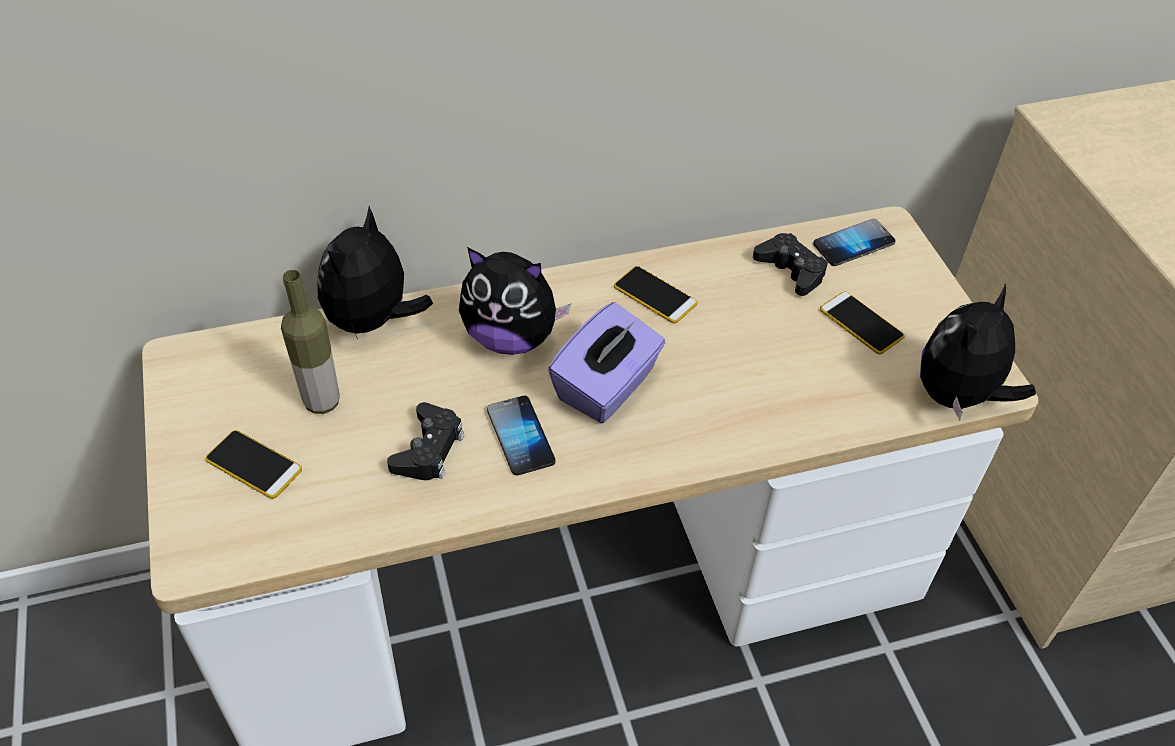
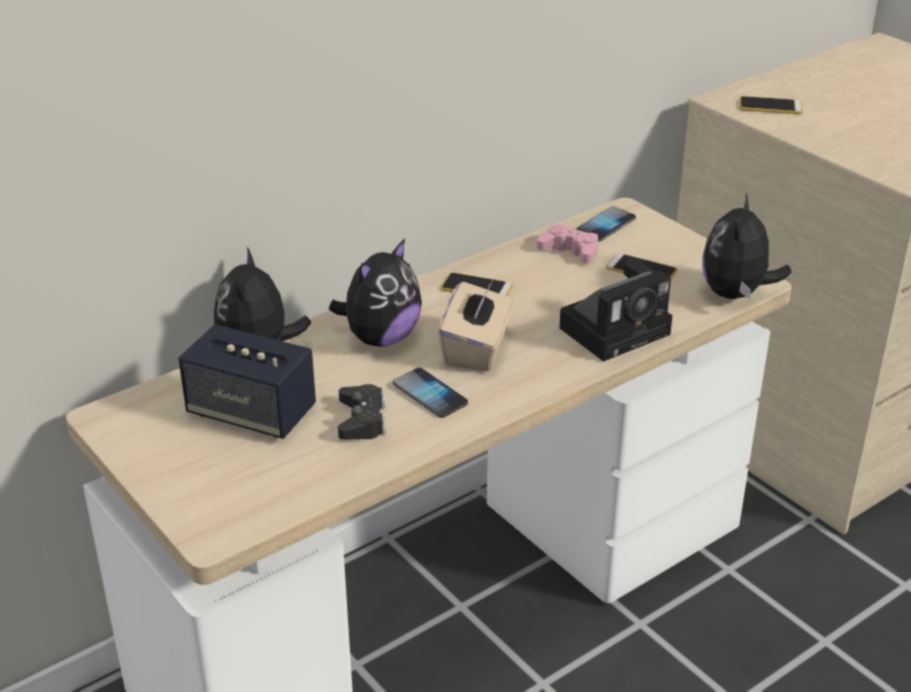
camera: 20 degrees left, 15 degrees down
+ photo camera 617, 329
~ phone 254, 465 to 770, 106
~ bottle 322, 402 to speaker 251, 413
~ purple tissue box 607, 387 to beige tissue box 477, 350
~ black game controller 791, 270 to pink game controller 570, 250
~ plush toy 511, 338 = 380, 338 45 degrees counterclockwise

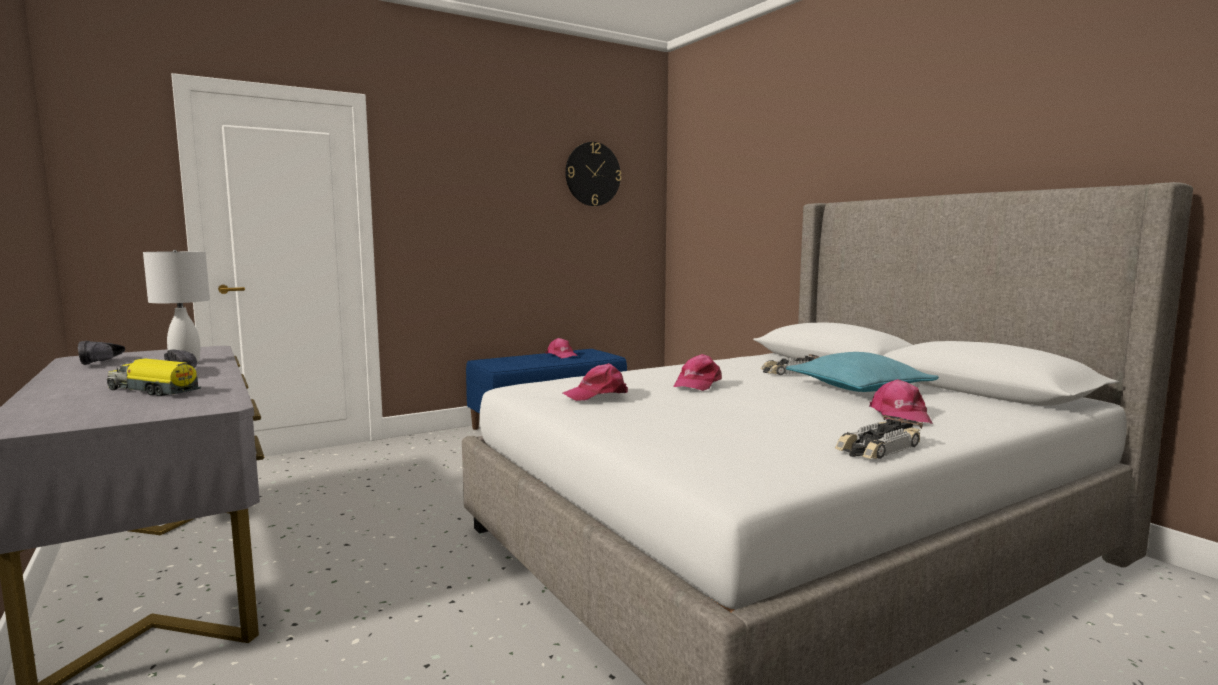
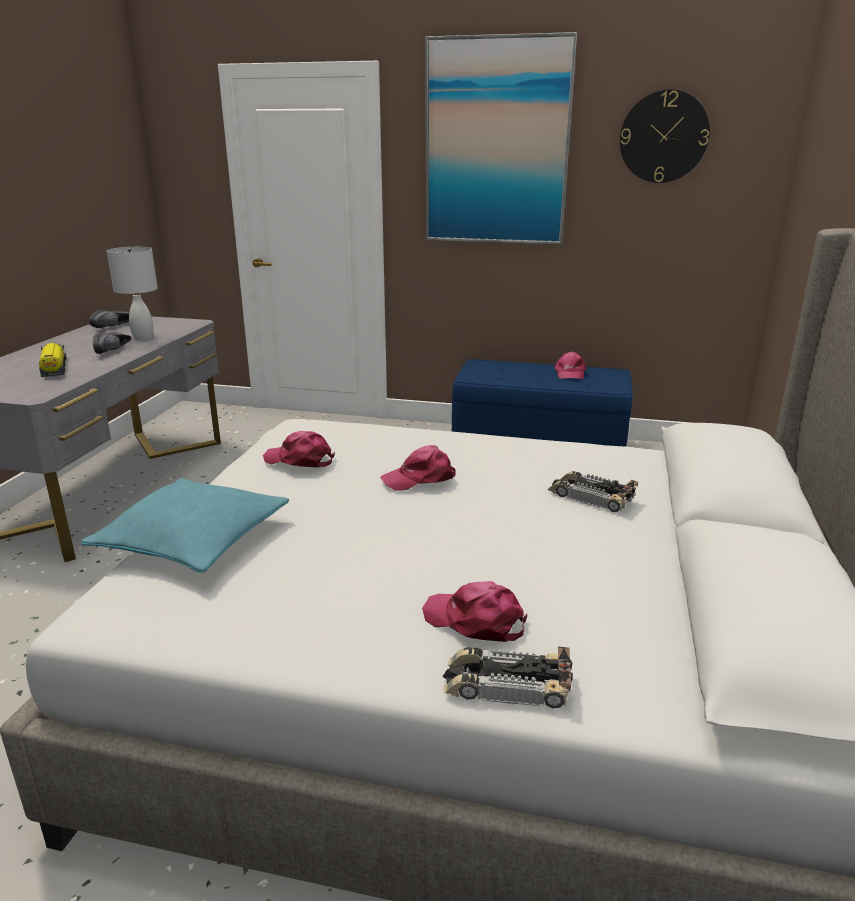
camera: 45 degrees right, 15 degrees up
+ picture 496, 143
~ turquoise pillow 858, 388 to 193, 540
~ toy car 877, 448 to 506, 684
~ pink cap 900, 415 = 475, 620 75 degrees clockwise

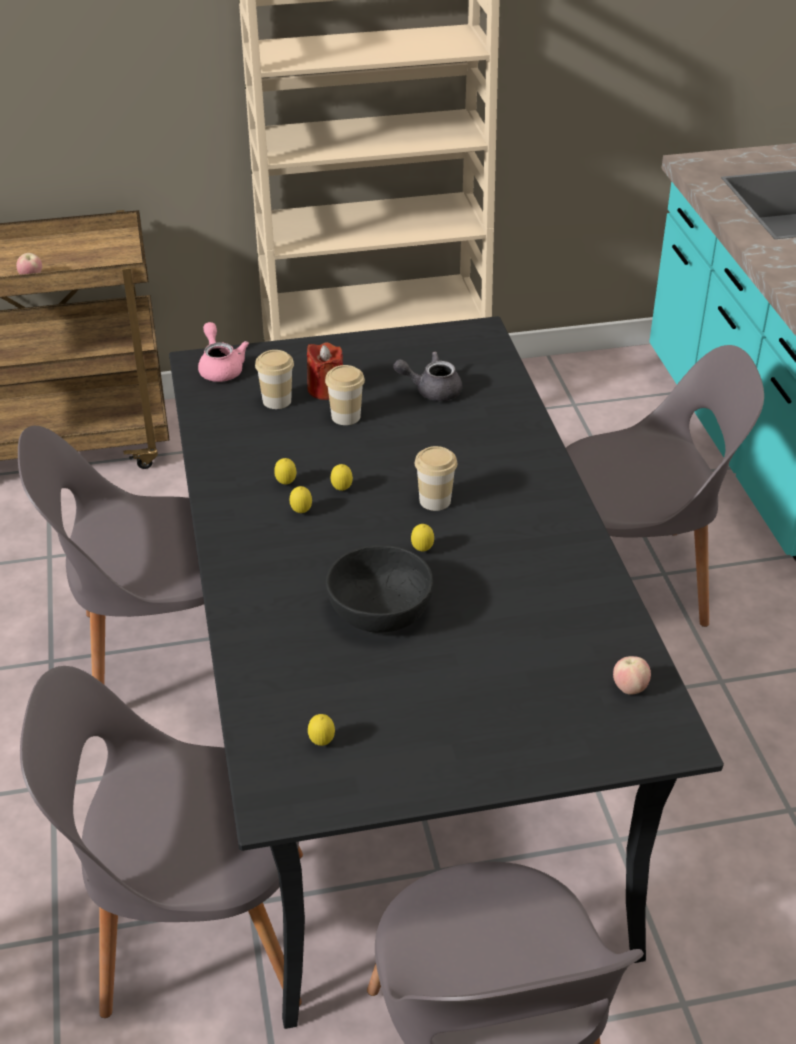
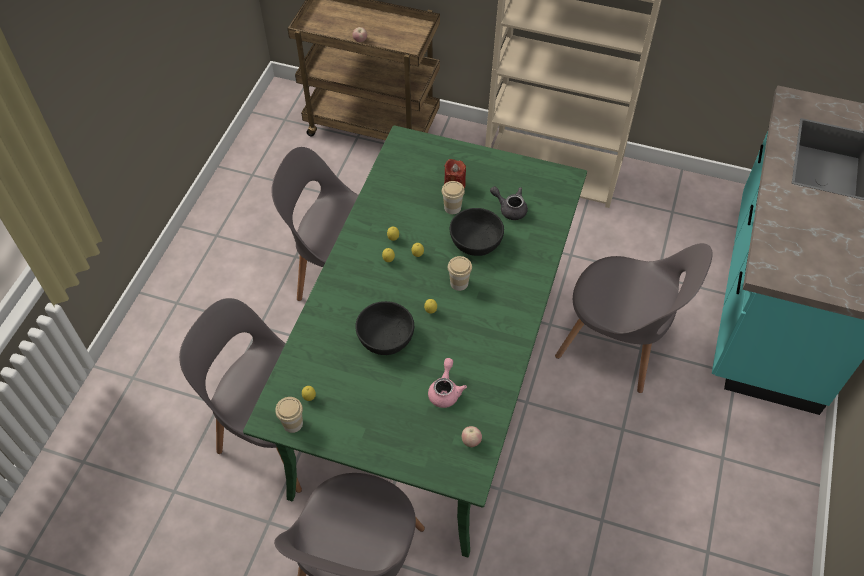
camera: 30 degrees right, 15 degrees up
+ black bowl 475, 241
~ pink teapot 220, 368 to 445, 391
~ cup 277, 400 to 293, 423
~ black dining table 395, 733 to green dining table 431, 375

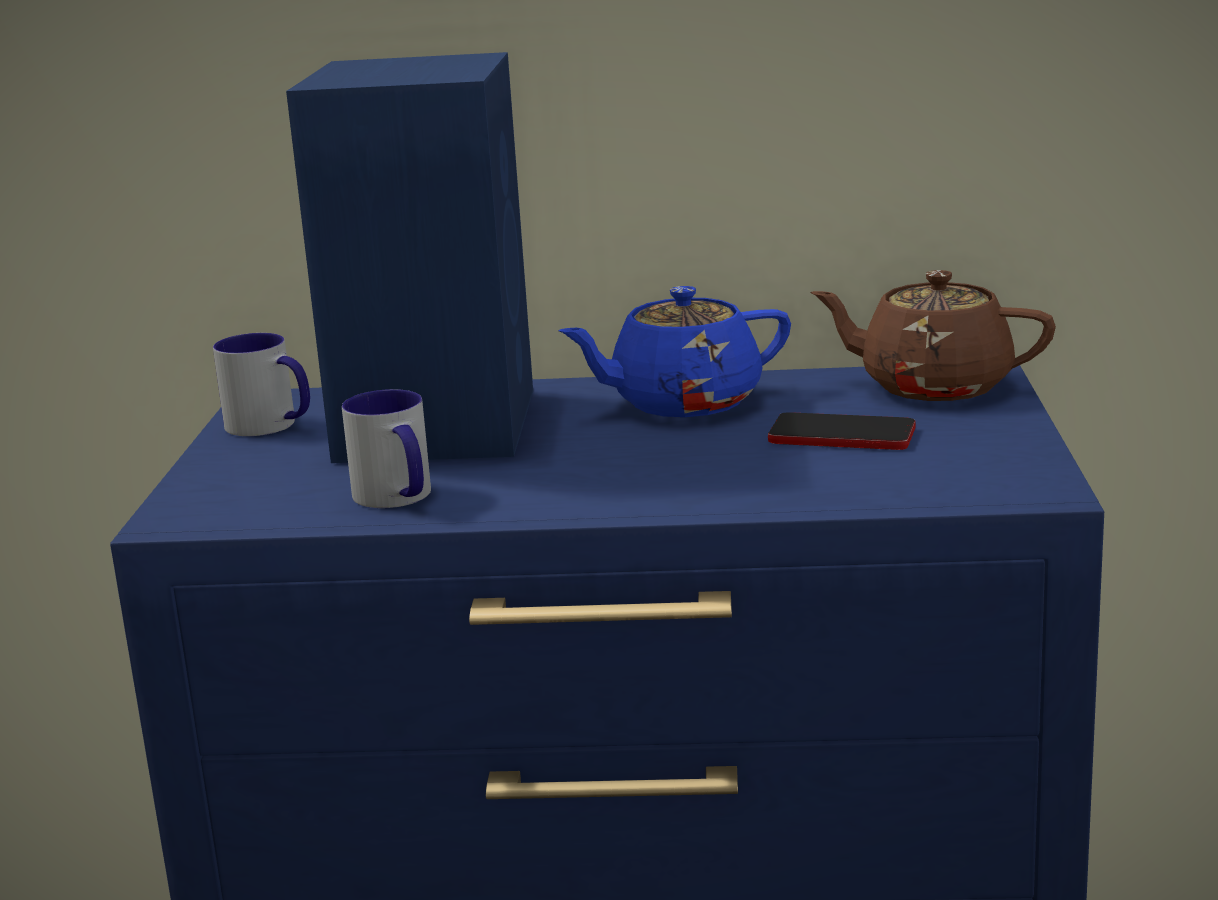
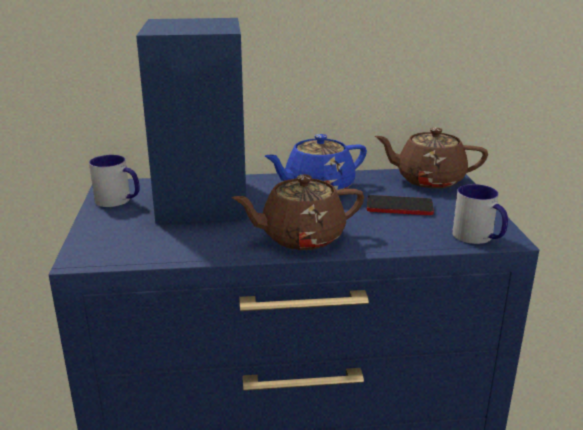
camera: 10 degrees left, 5 degrees up
+ brown teapot 301, 237
~ mug 398, 498 to 478, 238

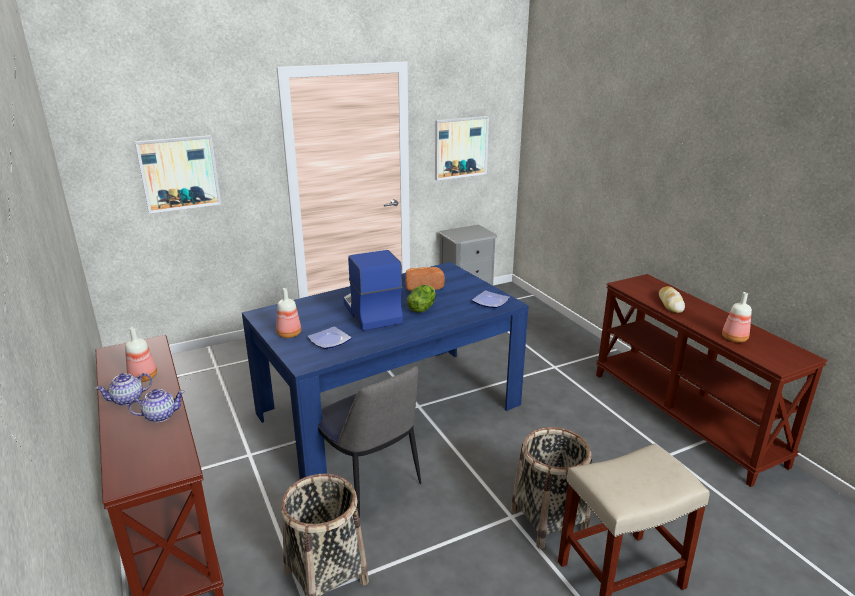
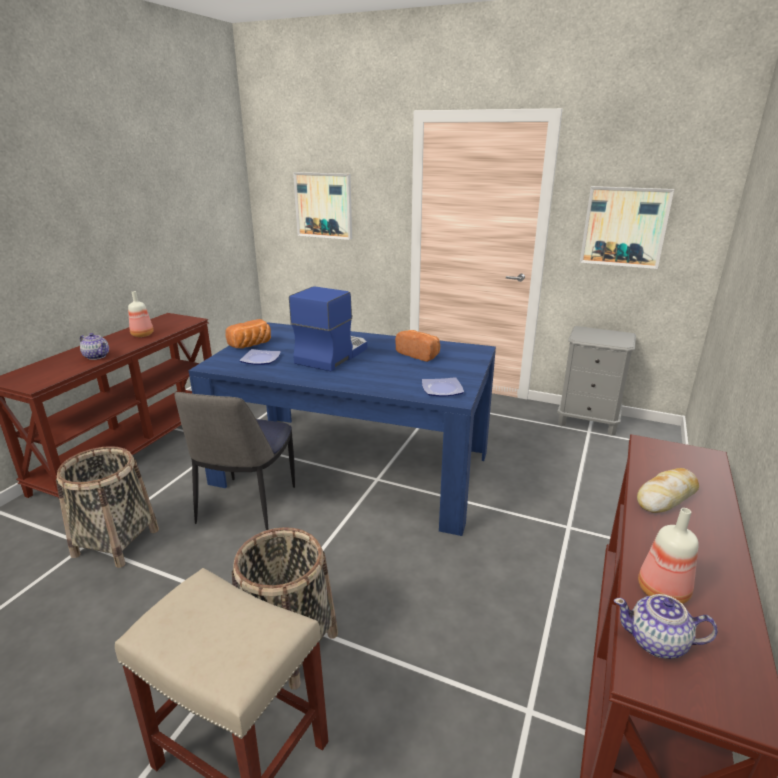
camera: 50 degrees right, 0 degrees up
- lettuce 421, 308
~ teapot 128, 399 to 658, 642
~ bottle 288, 334 to bread 251, 345

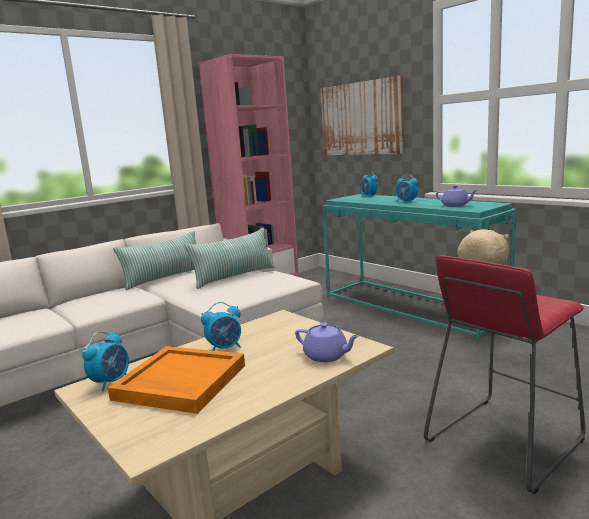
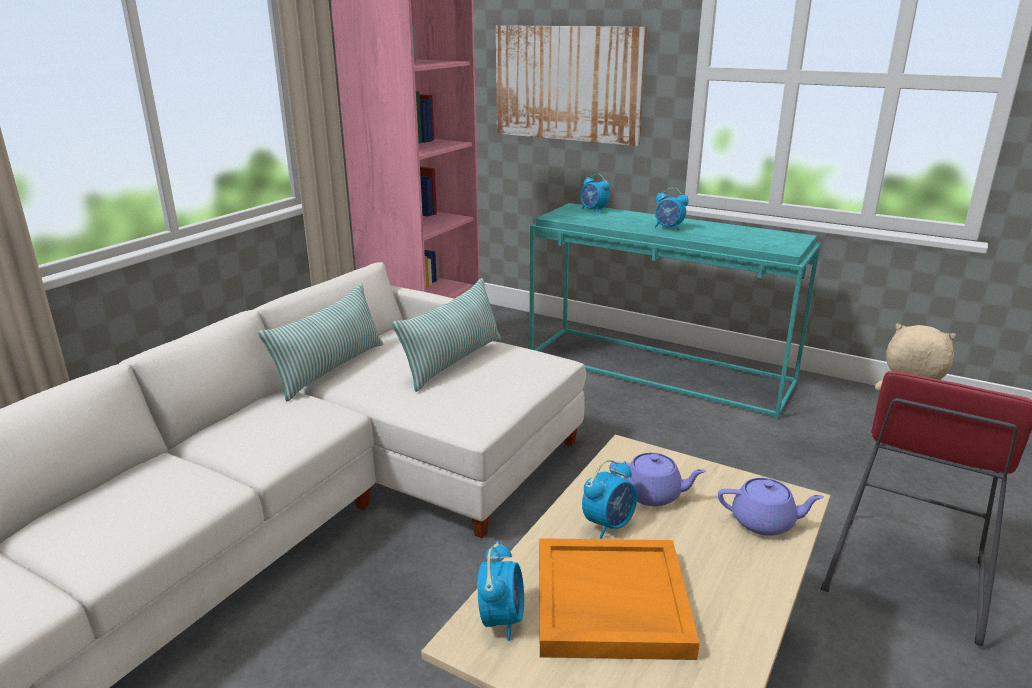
camera: 20 degrees left, 10 degrees up
~ purple teapot 456, 205 to 653, 495

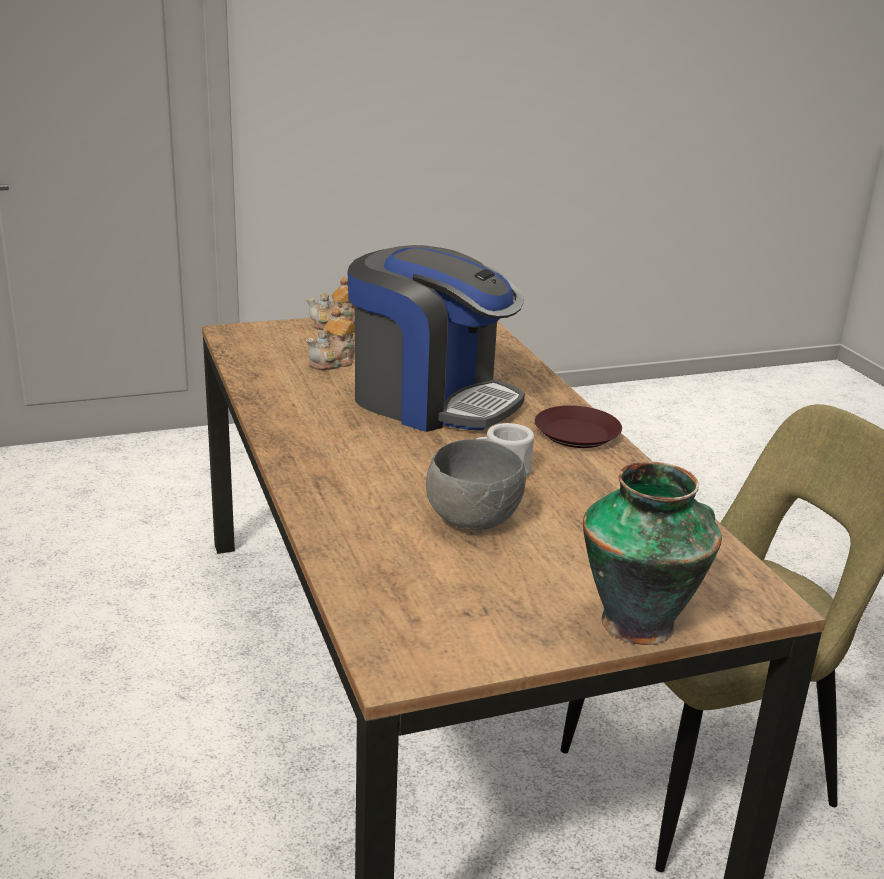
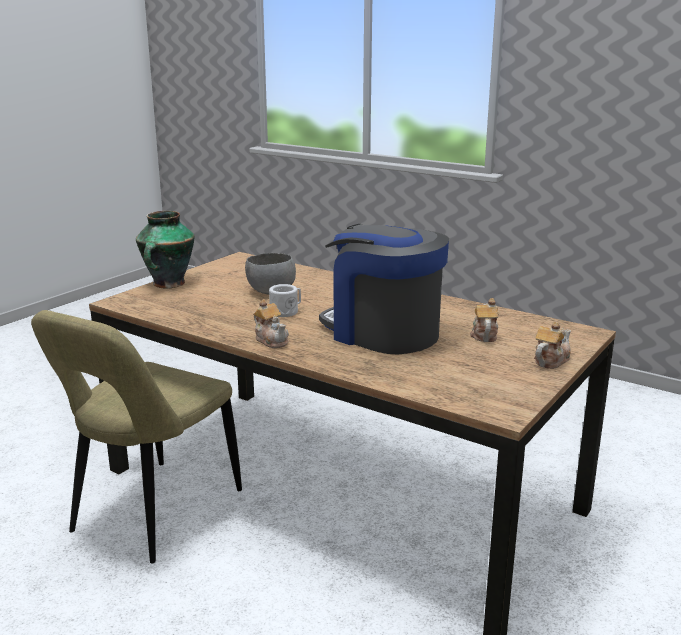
camera: 145 degrees right, 5 degrees down
~ brown plate 576, 434 to teapot 271, 340
~ coffee machine 431, 400 = 382, 332 45 degrees clockwise

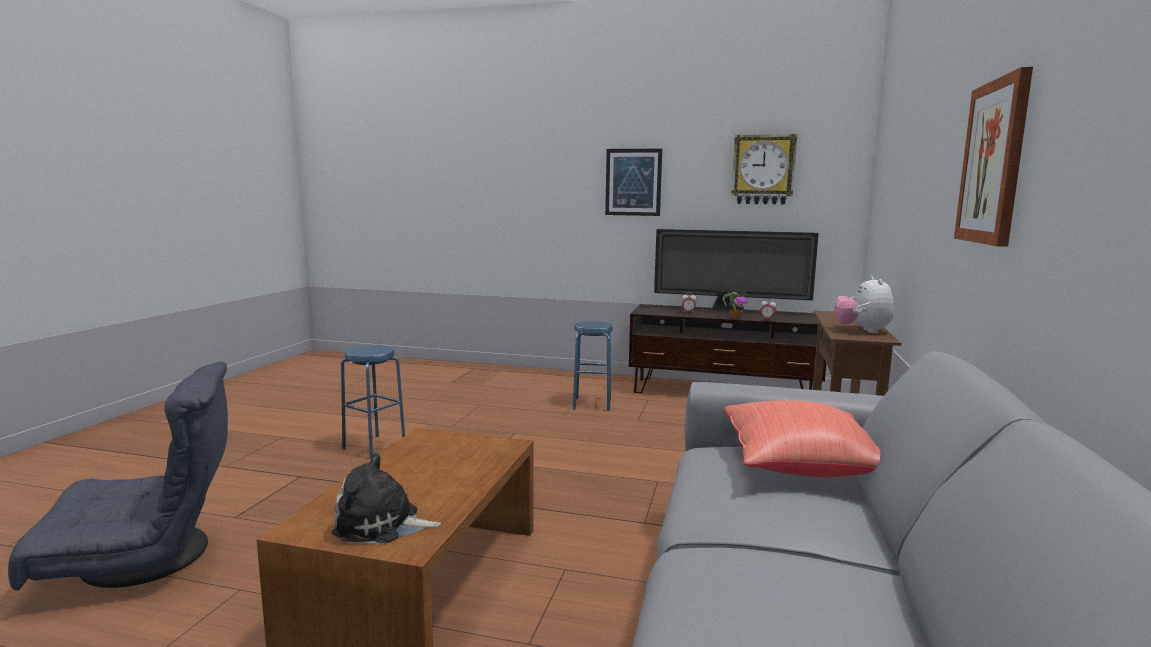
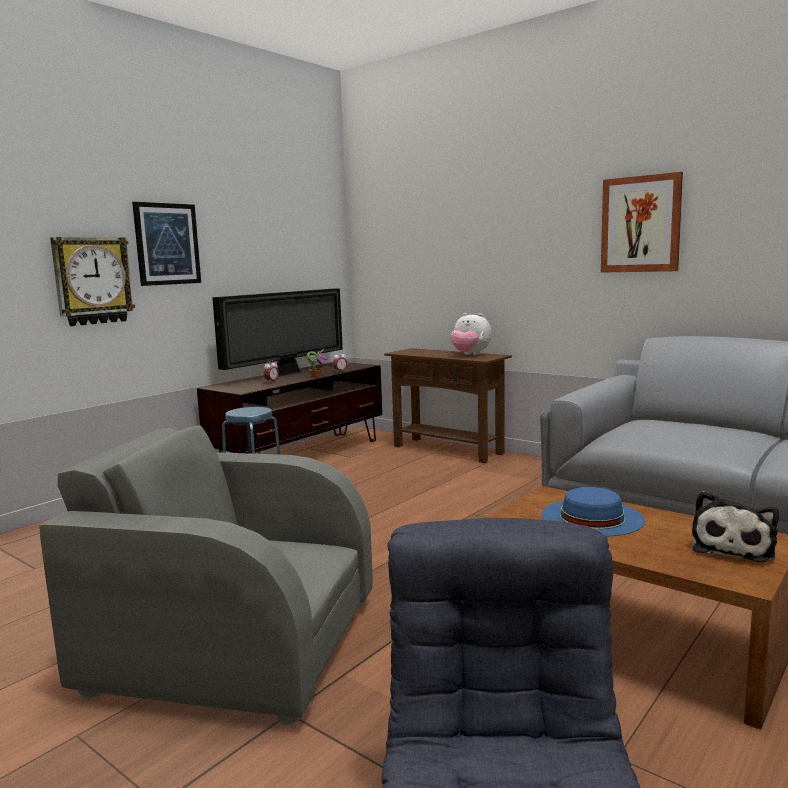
camera: 65 degrees left, 0 degrees up
- red pillow 801, 466
+ blue hat 592, 517
~ wall clock 763, 170 to 92, 281
~ blue stool 374, 446 to grey armchair 234, 645

